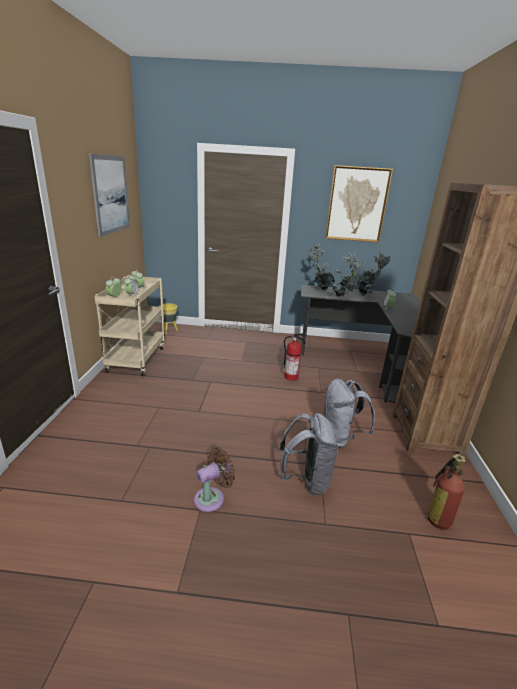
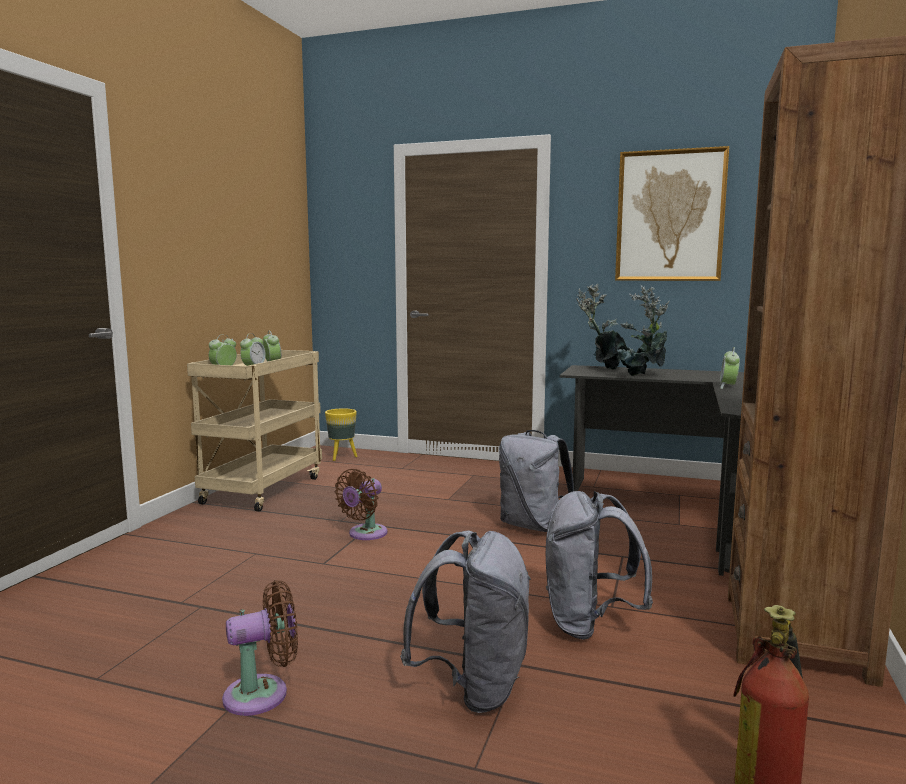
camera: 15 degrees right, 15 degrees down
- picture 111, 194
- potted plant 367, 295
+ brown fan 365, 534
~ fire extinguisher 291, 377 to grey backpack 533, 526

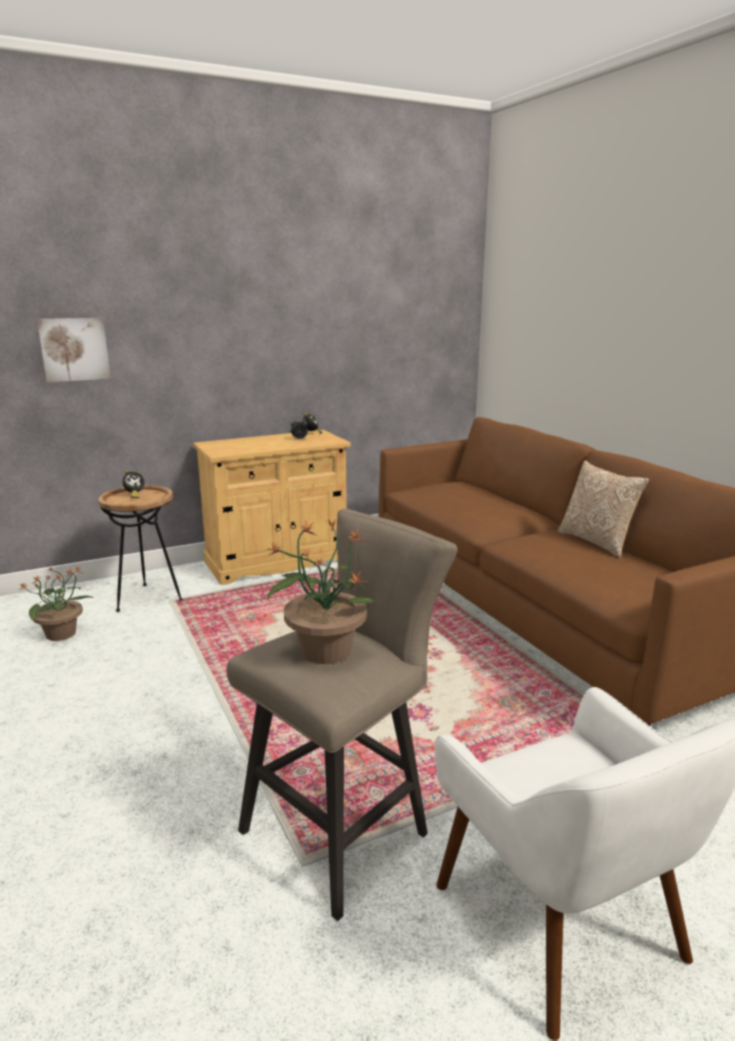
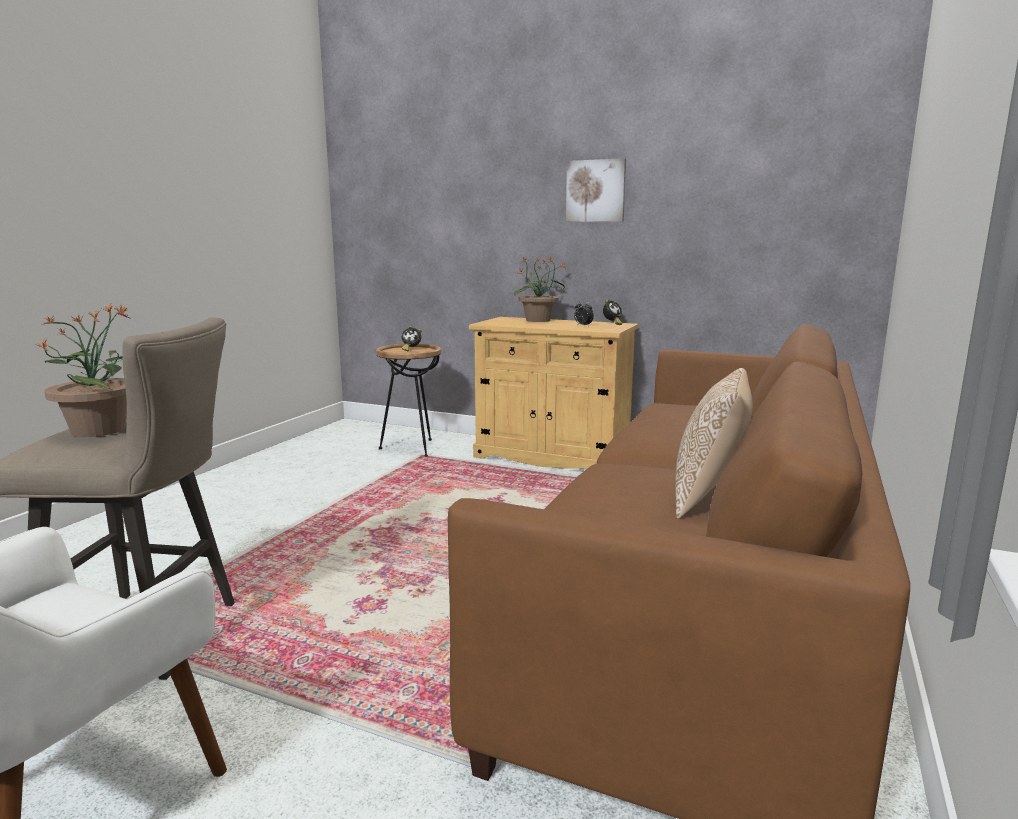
camera: 50 degrees right, 5 degrees down
~ potted plant 62, 634 to 539, 320
~ picture 74, 349 to 596, 191

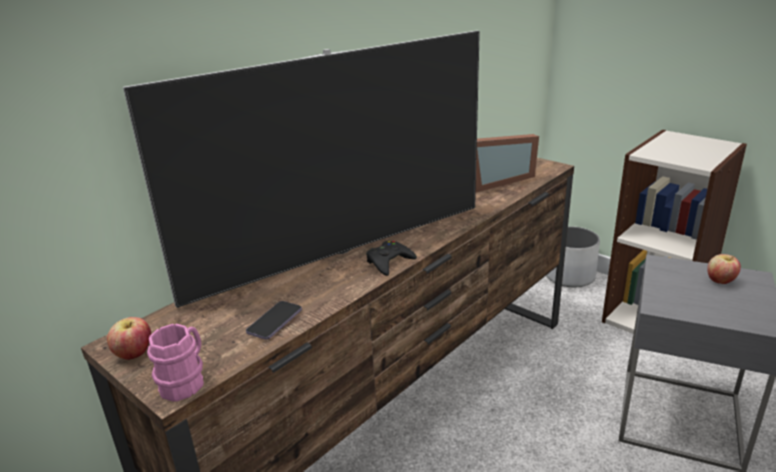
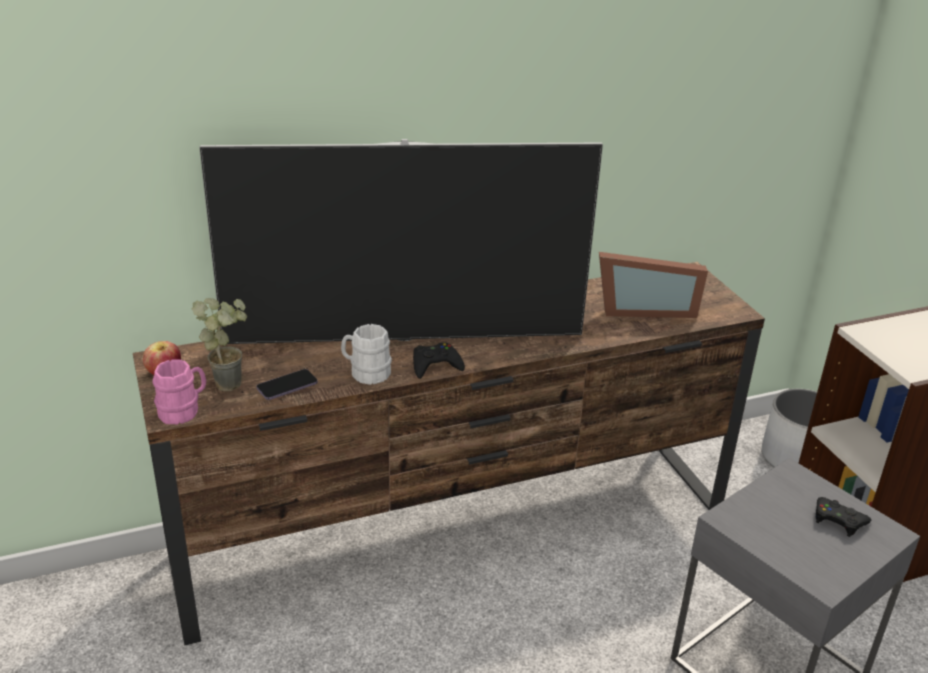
camera: 25 degrees right, 5 degrees up
+ potted plant 230, 380
+ white mug 365, 373
~ apple 720, 281 to black game controller 838, 520

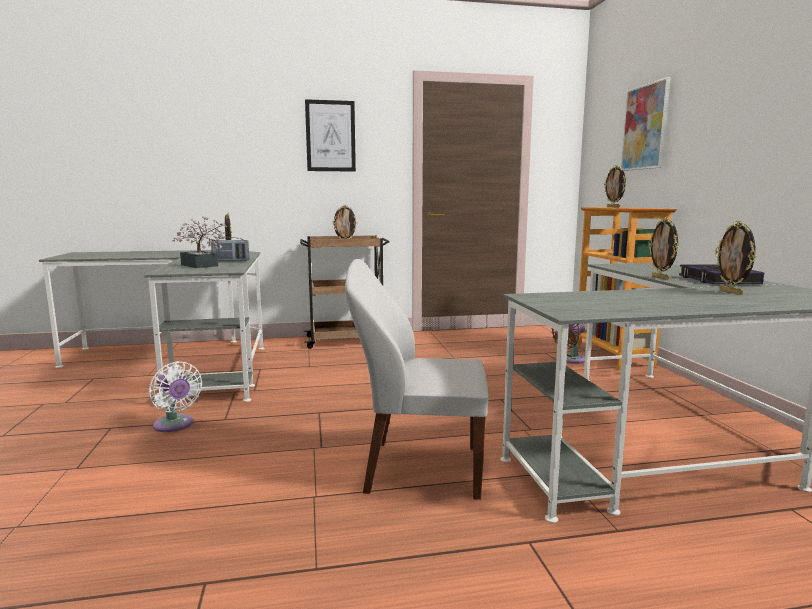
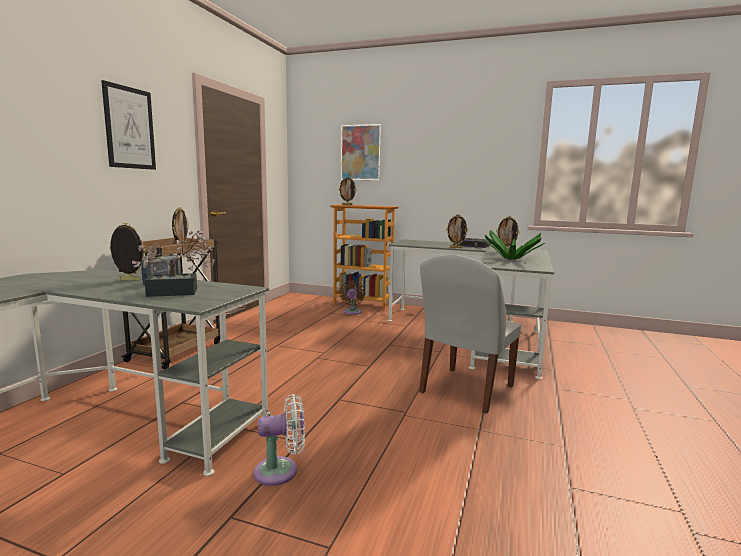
camera: 60 degrees left, 0 degrees up
+ potted plant 511, 259

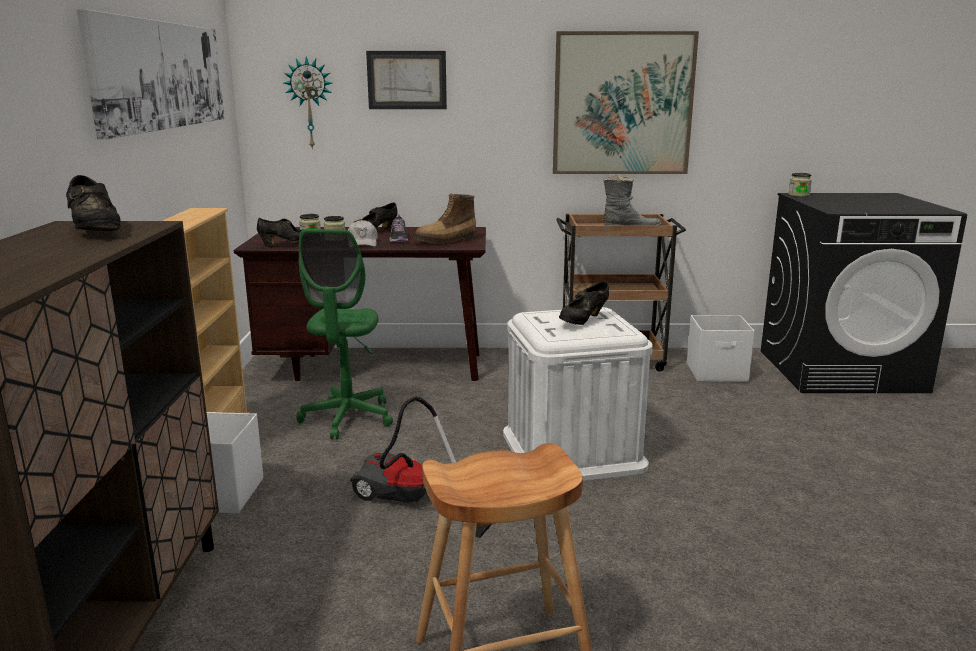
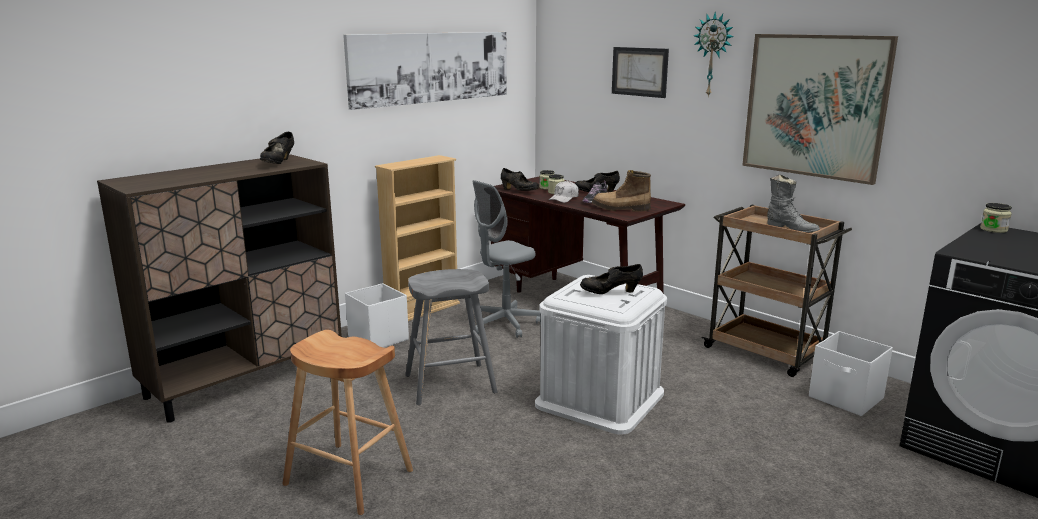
camera: 45 degrees right, 0 degrees up
~ wall clock 310, 103 to 713, 55
~ vacuum cleaner 410, 504 to grey stool 450, 384
~ green office chair 347, 418 to grey office chair 505, 324

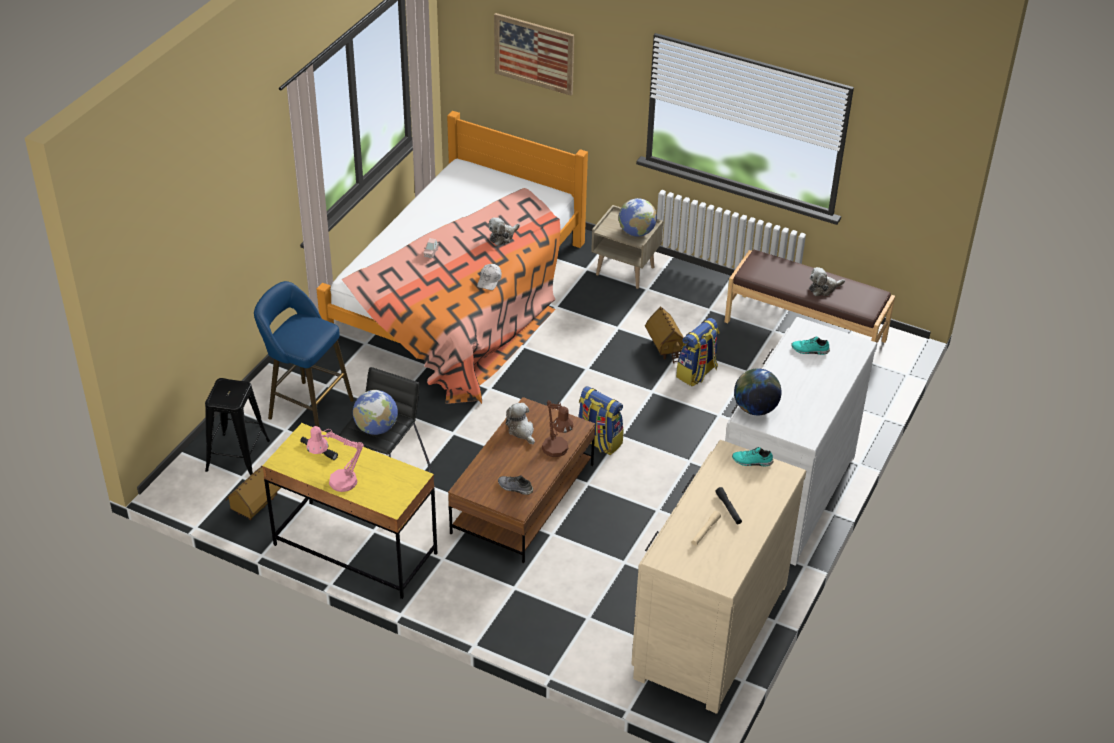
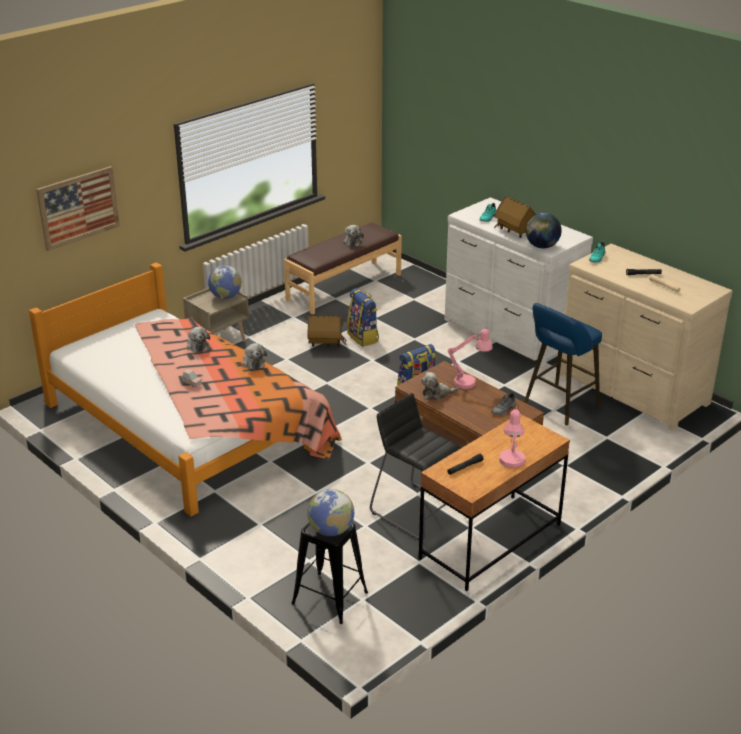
camera: 70 degrees left, 10 degrees down
~ toy house 255, 506 to 514, 232
~ blue stool 306, 408 to 558, 406
~ globe 376, 428 to 331, 531
~ white cap 489, 280 to plush toy 253, 362
~ yellow desk 355, 549 to brown desk 490, 542
~ brown table lamp 557, 452 to pink table lamp 469, 383

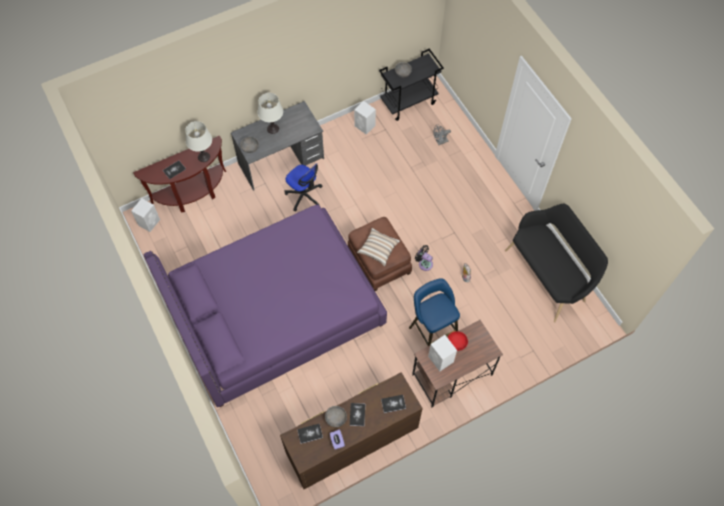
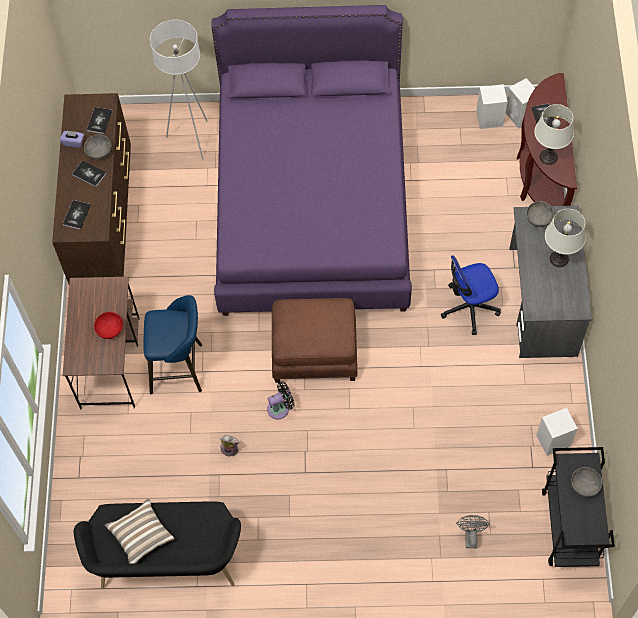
camera: 120 degrees right, 0 degrees up
+ white floor lamp 192, 140
~ pillow 378, 249 to 141, 535
~ white speaker 441, 359 to 489, 119

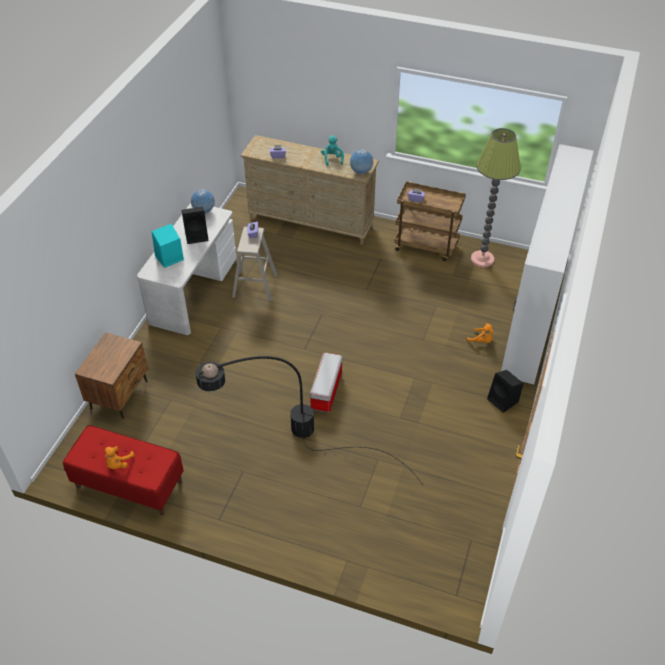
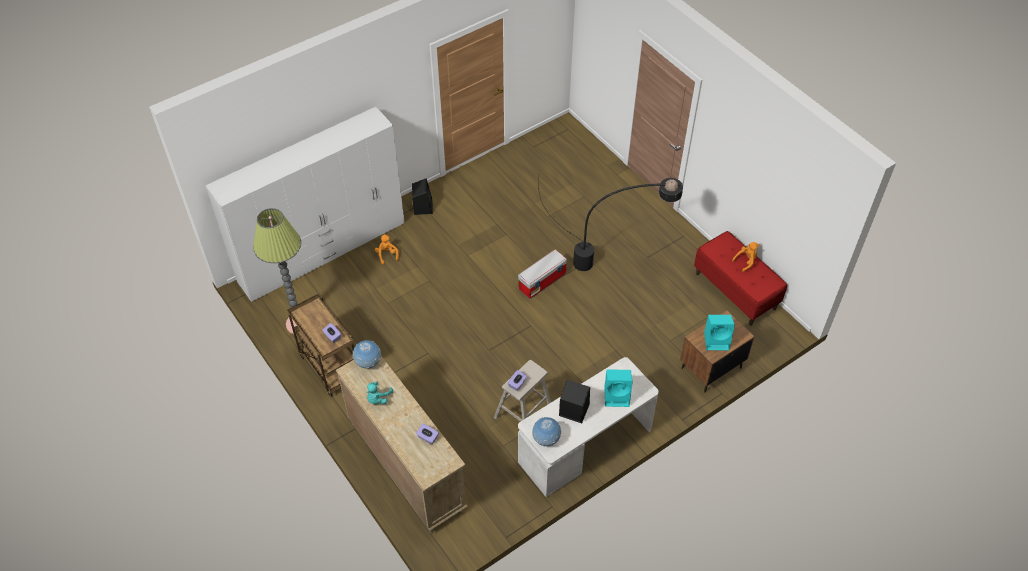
camera: 145 degrees left, 5 degrees up
+ turquoise speaker 717, 341

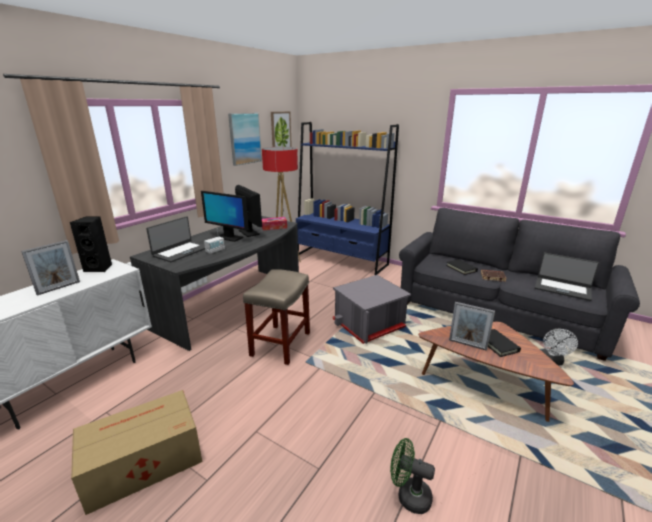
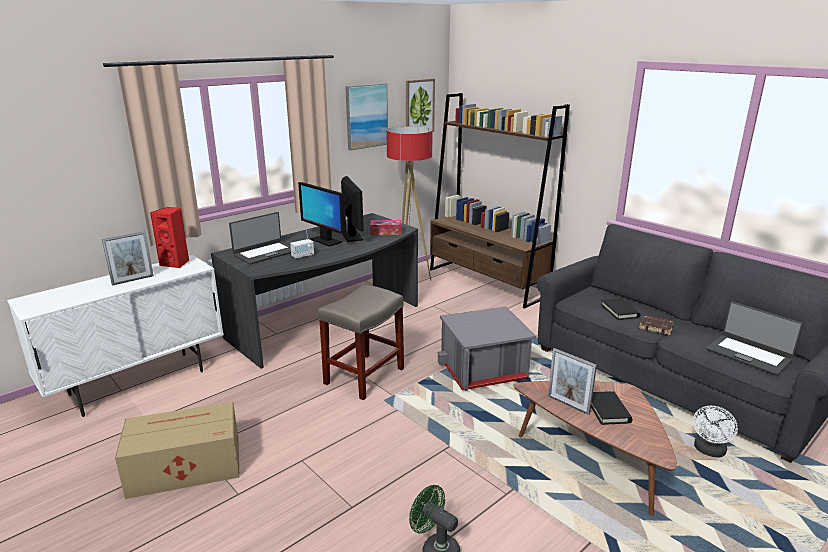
camera: 15 degrees right, 0 degrees up
~ black speaker 100, 268 to red speaker 176, 263
~ blue bookcase 341, 259 to brown bookcase 487, 282

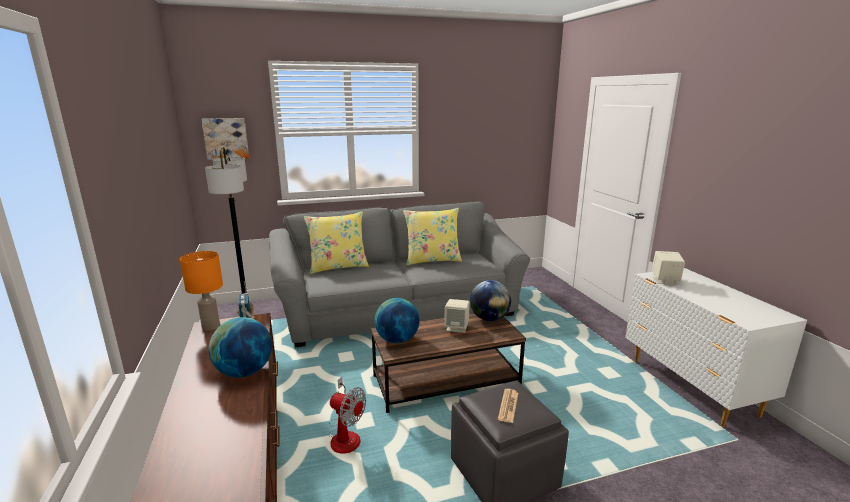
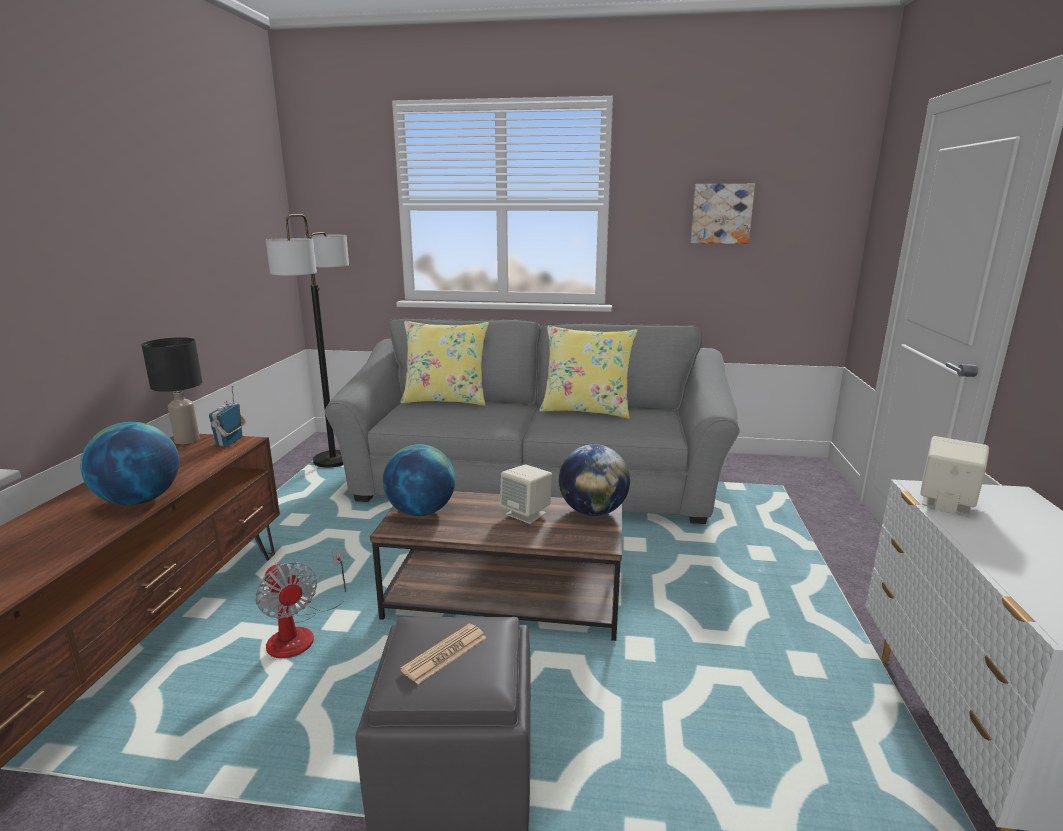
camera: 25 degrees right, 0 degrees up
~ picture 226, 138 to 721, 214
~ orange table lamp 210, 326 to black table lamp 186, 440

